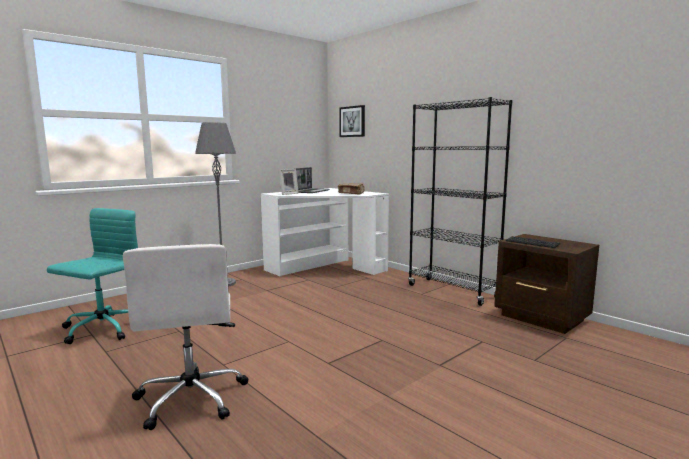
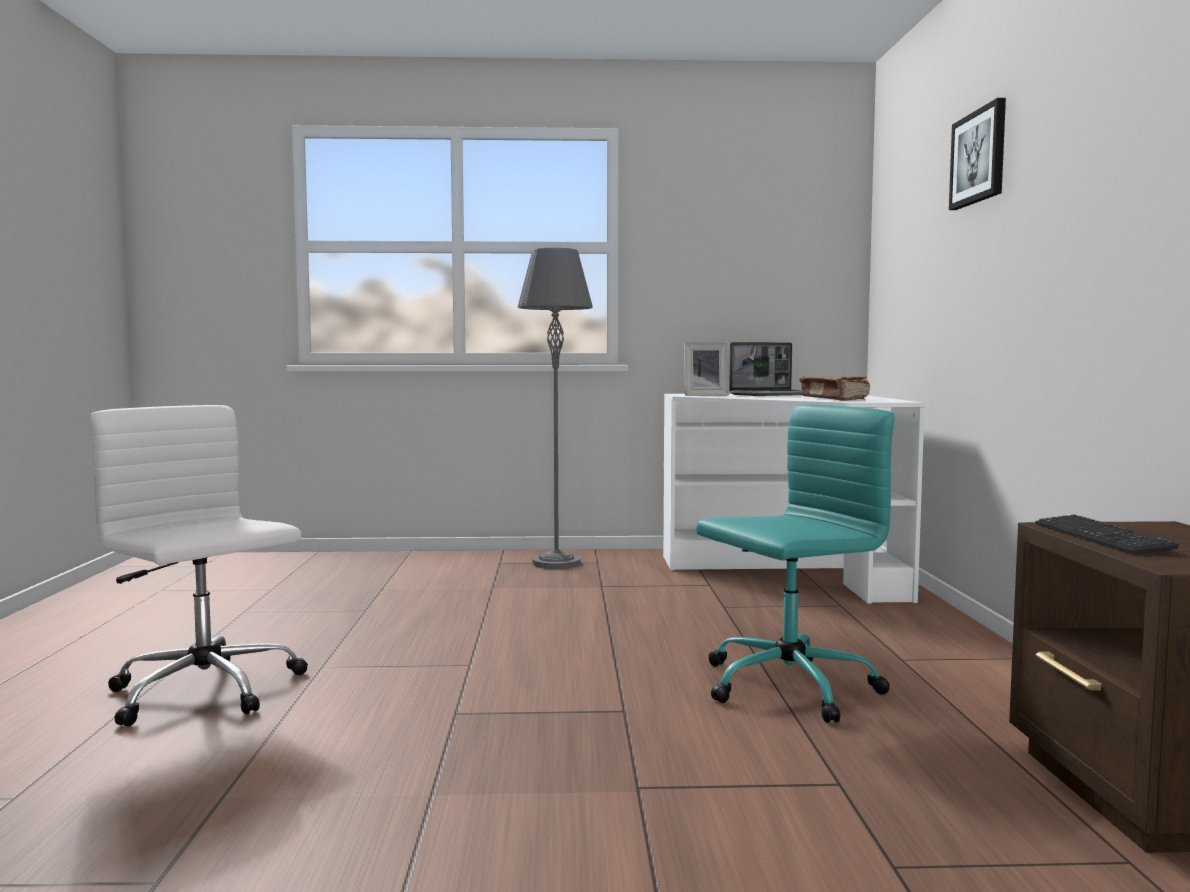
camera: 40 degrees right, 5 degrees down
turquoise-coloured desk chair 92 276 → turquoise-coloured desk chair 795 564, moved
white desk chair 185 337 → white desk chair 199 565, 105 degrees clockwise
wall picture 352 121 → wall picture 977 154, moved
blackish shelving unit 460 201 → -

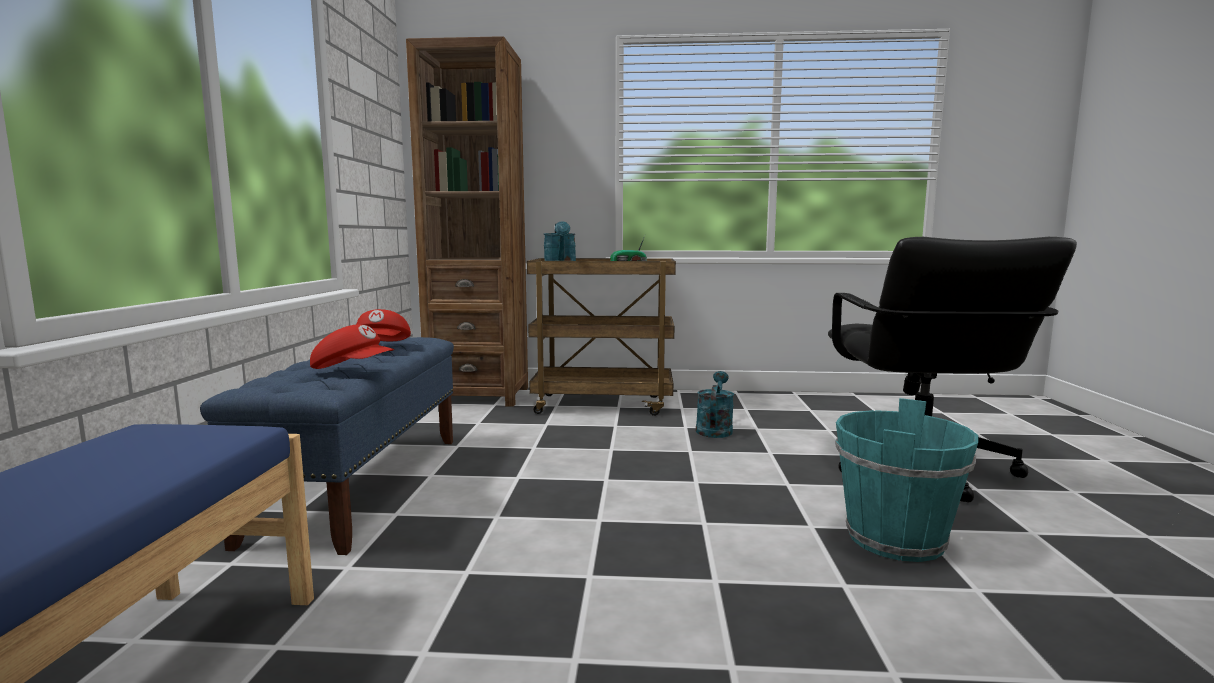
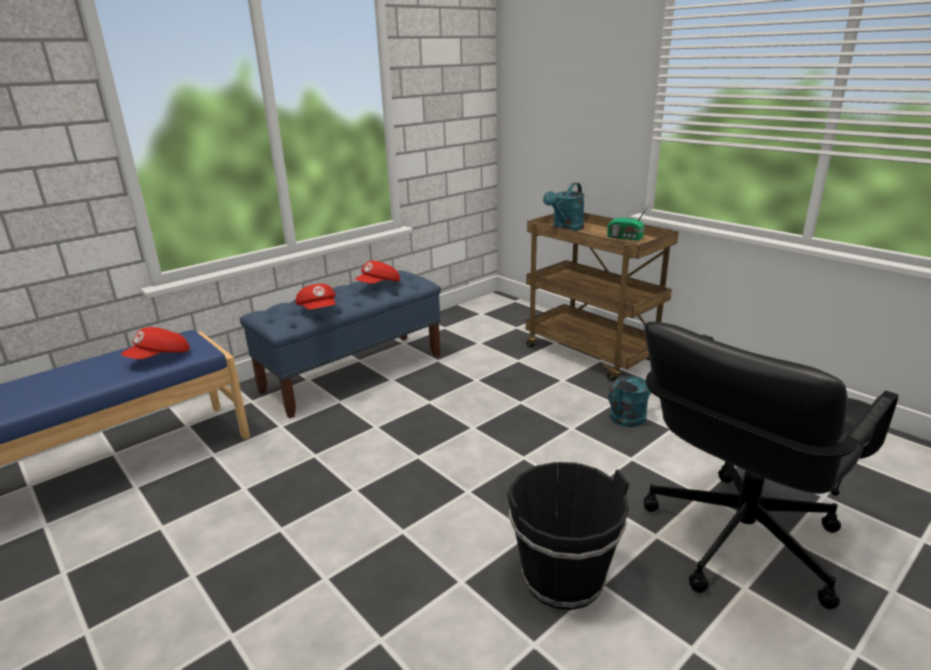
camera: 45 degrees right, 15 degrees up
brown shelving unit 467 221 → -
turquoise-coloured pail 907 480 → blackish pail 568 536
- → red baseball cap 155 343

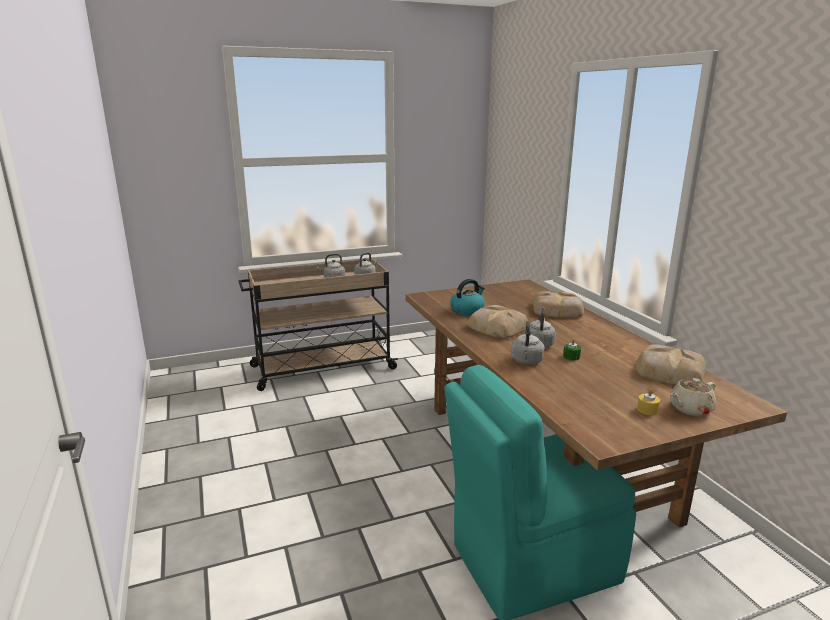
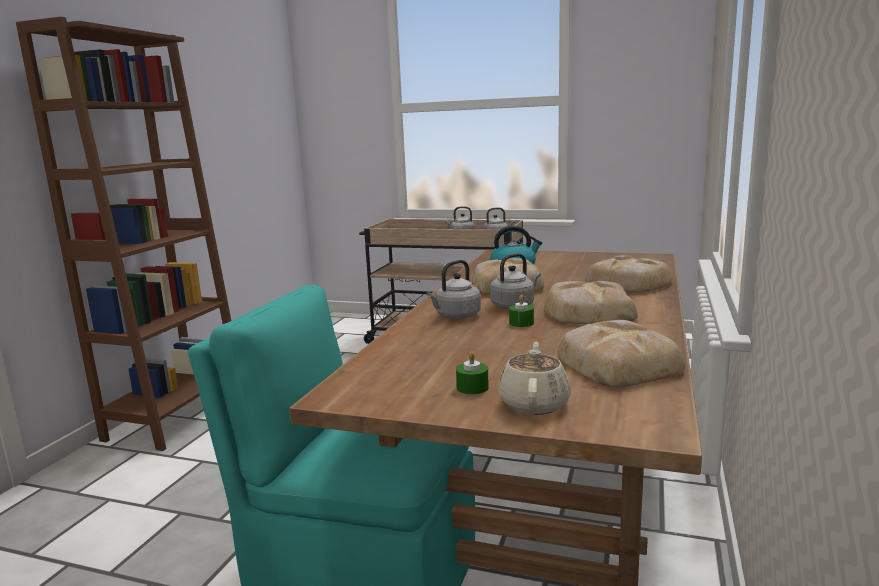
camera: 40 degrees right, 5 degrees down
yellow-coloured wax candle 648 402 → green-coloured wax candle 472 373
beige-coloured teapot 693 397 → beige-coloured teapot 534 378, 90 degrees clockwise
- → brown shelving unit 123 234
- → bread 591 302

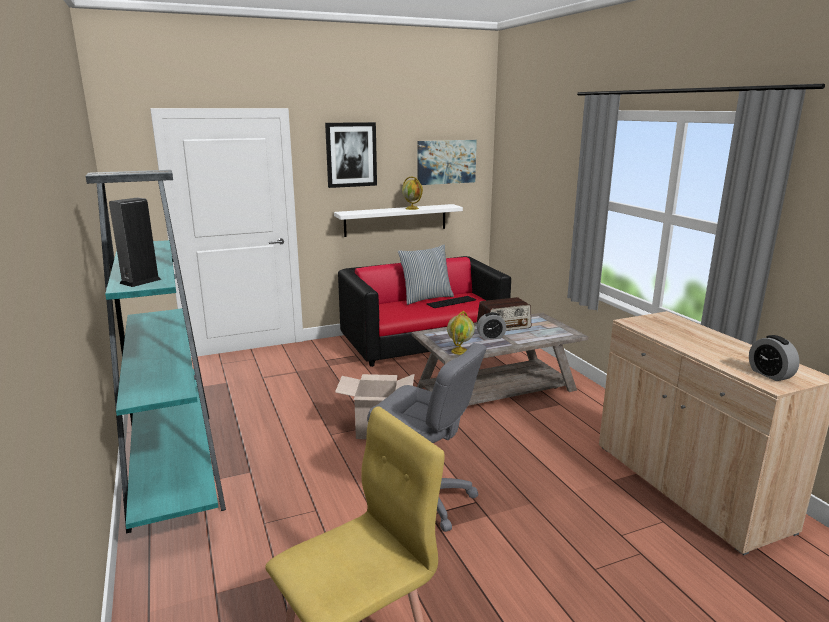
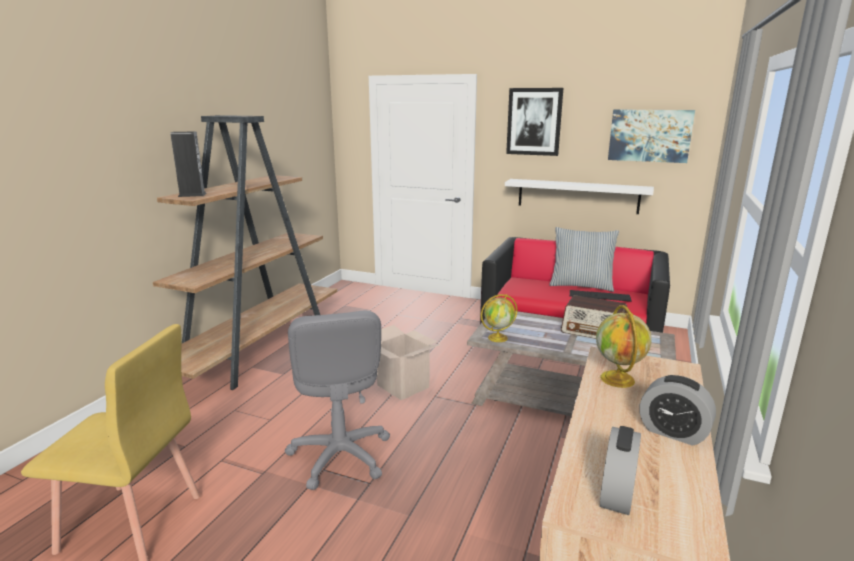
camera: 45 degrees right, 0 degrees up
turquoise-coloured shelving unit 156 352 → brown shelving unit 245 252
globe 412 193 → globe 624 346, moved
alarm clock 491 326 → alarm clock 677 410, moved

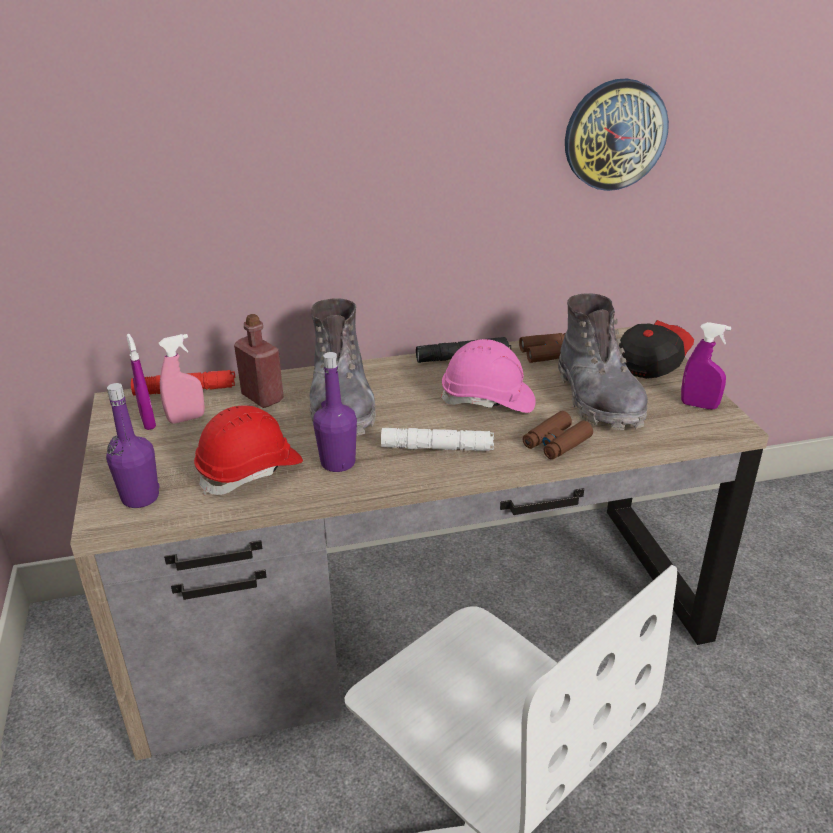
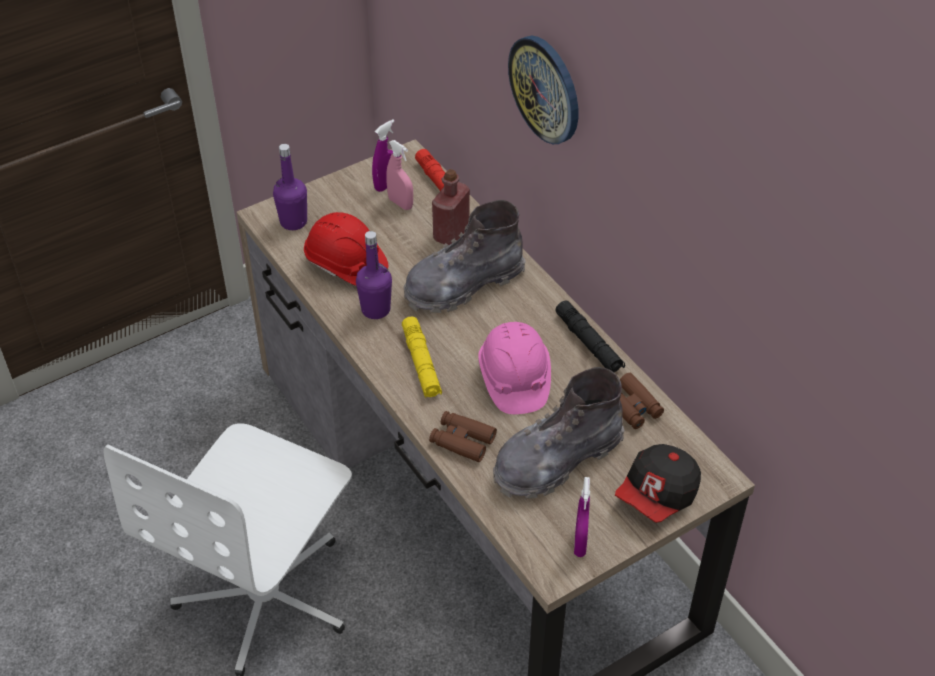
camera: 70 degrees right, 15 degrees up
white hand torch 437 439 → yellow-coloured hand torch 422 357
clock on the wall 617 134 → clock on the wall 543 90, moved
baseball cap 656 349 → baseball cap 658 483, 105 degrees clockwise

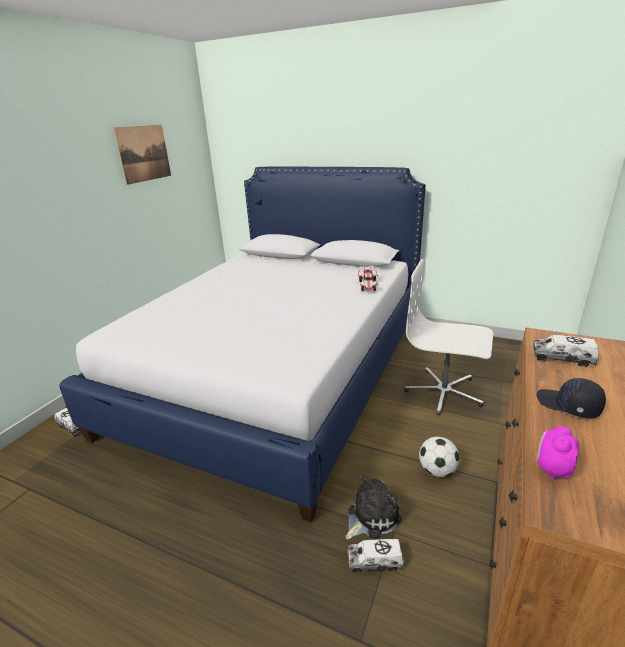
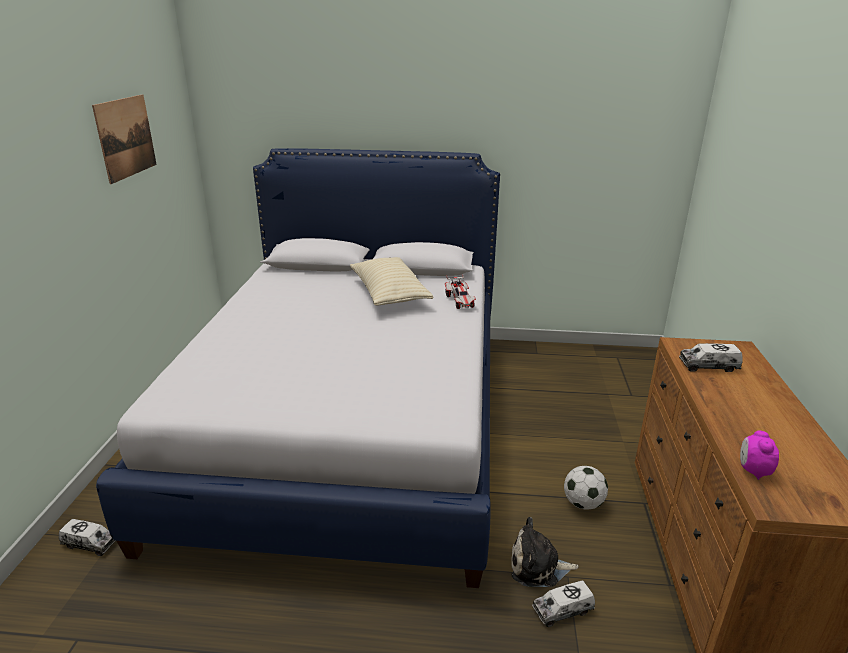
camera: 20 degrees left, 0 degrees up
soft toy 374 507 → soft toy 545 552, 120 degrees counterclockwise
white desk chair 448 337 → -
blackish baseball cap 571 398 → -
- → beige-coloured cushion 392 281

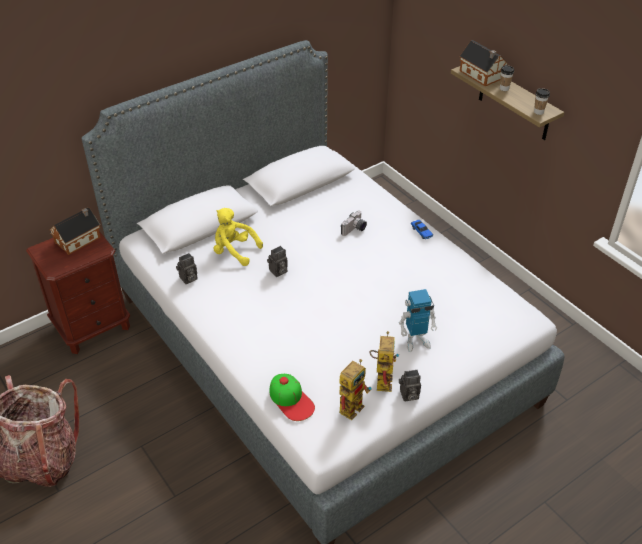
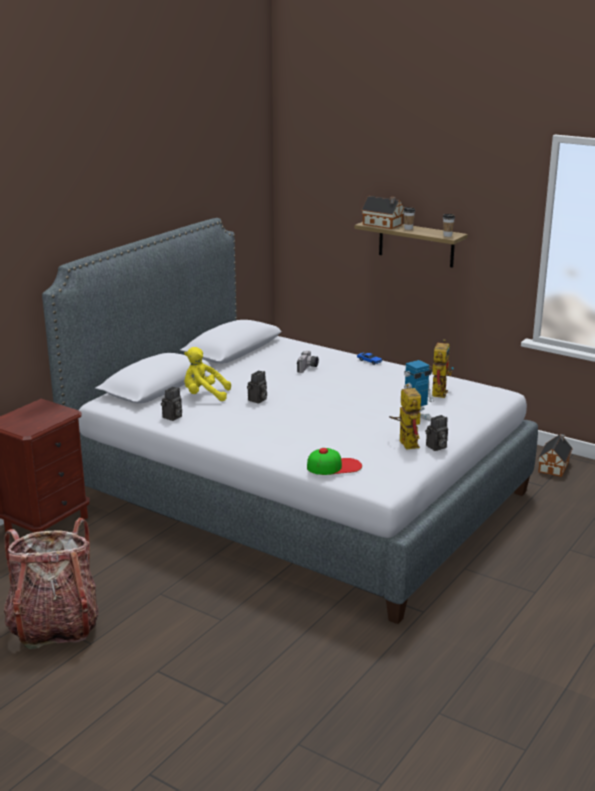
camera: 20 degrees left, 20 degrees down
miniature house 75 231 → miniature house 555 455, moved
baseball cap 292 397 → baseball cap 334 461, 45 degrees counterclockwise
robot figure 355 389 → robot figure 442 368, moved

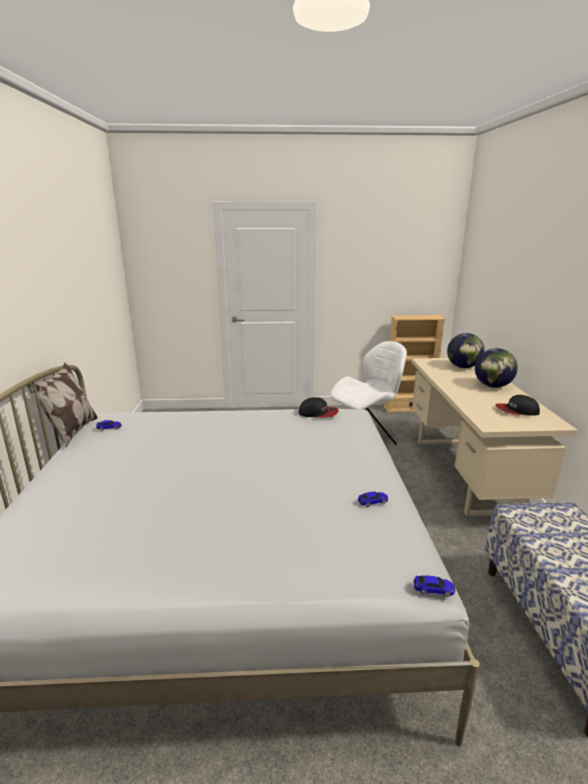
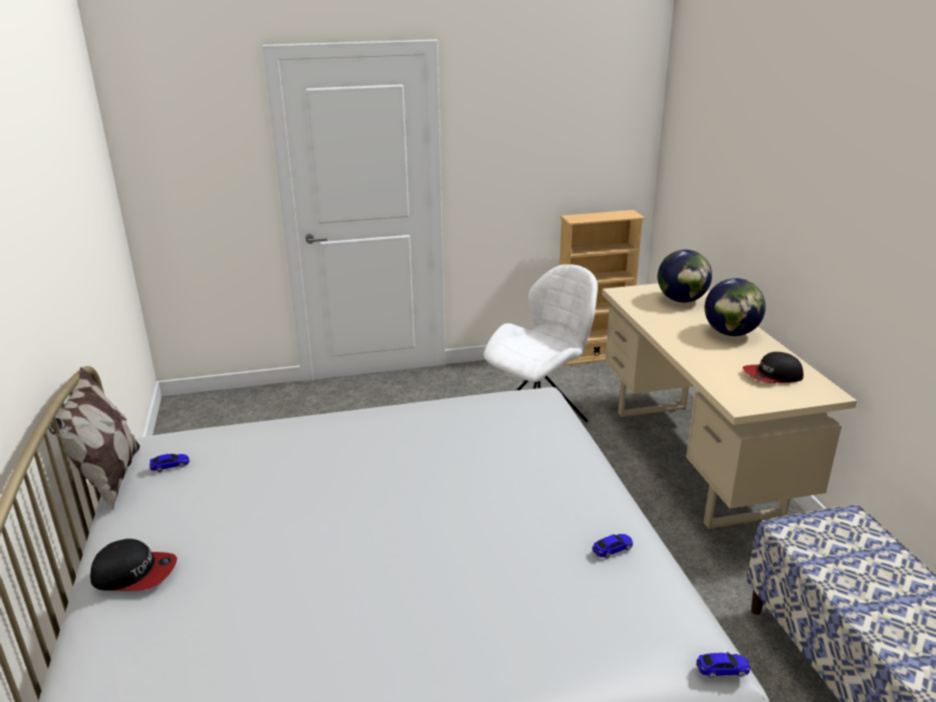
camera: 10 degrees left, 5 degrees up
baseball cap 319 407 → baseball cap 133 565, moved

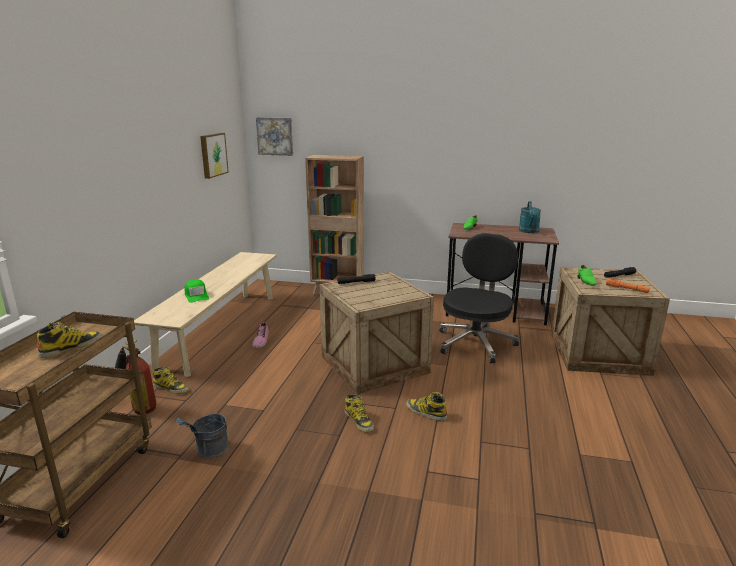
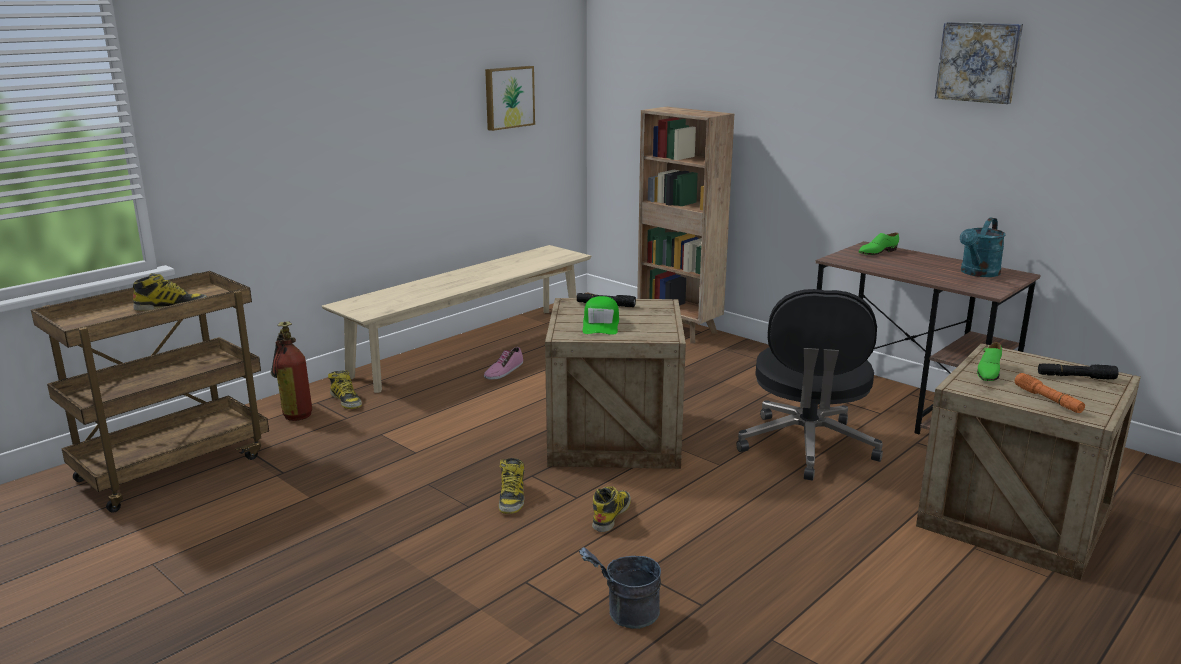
camera: 30 degrees right, 0 degrees up
greyish pail 202 435 → greyish pail 620 588, moved
green-coloured baseball cap 196 291 → green-coloured baseball cap 600 315, moved
wall picture 274 136 → wall picture 979 63, moved
boot 426 406 → boot 611 509, 45 degrees clockwise
blackish desk chair 479 298 → blackish desk chair 809 385, 135 degrees clockwise

